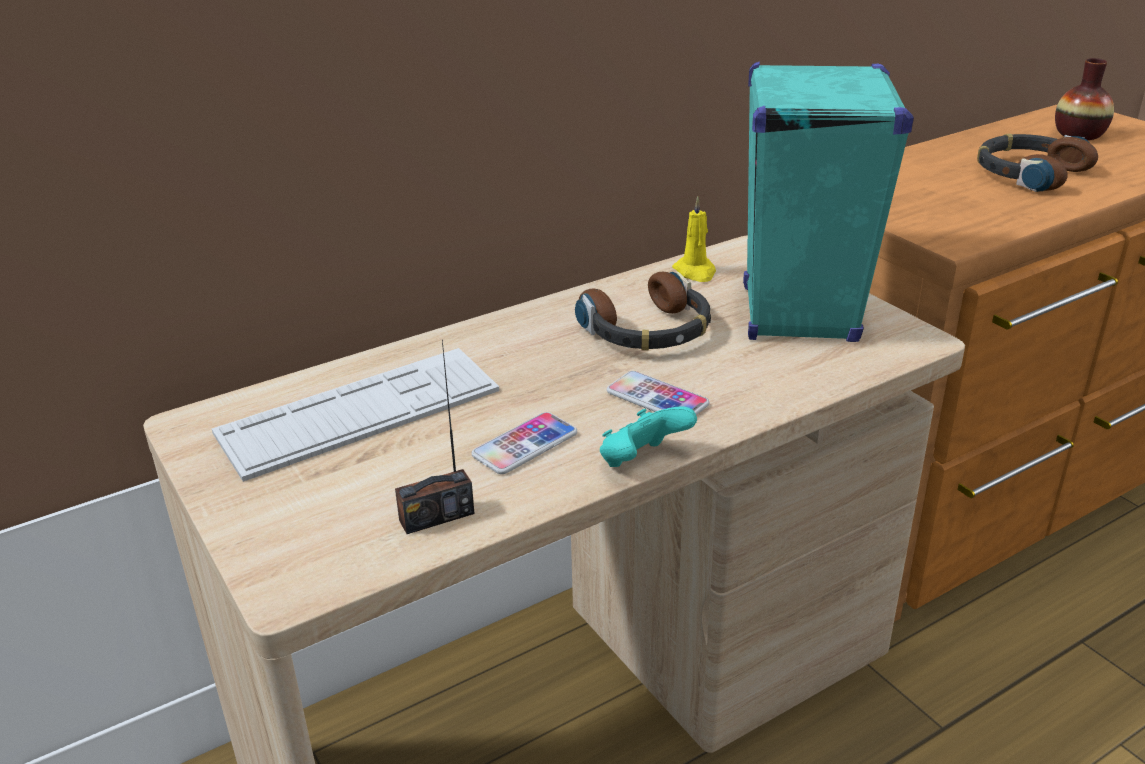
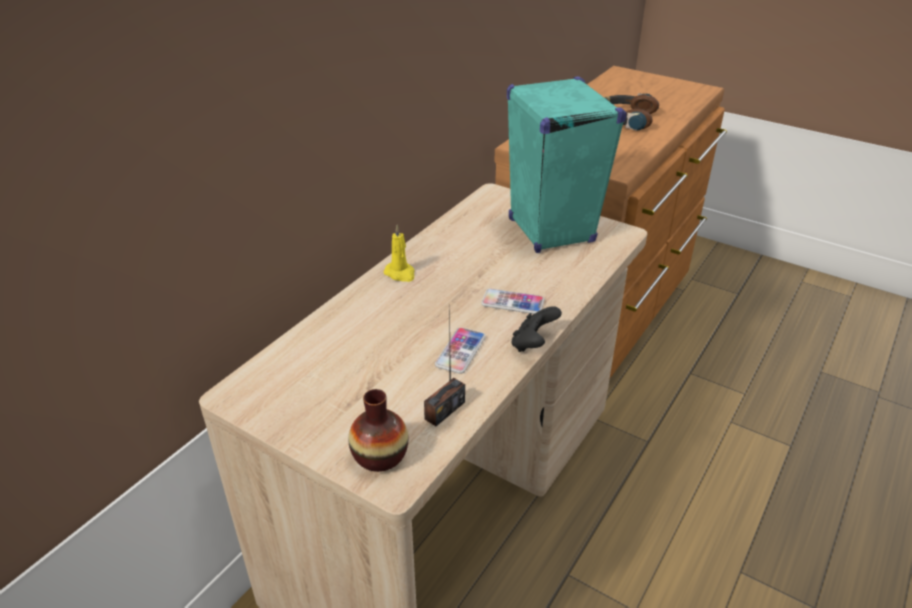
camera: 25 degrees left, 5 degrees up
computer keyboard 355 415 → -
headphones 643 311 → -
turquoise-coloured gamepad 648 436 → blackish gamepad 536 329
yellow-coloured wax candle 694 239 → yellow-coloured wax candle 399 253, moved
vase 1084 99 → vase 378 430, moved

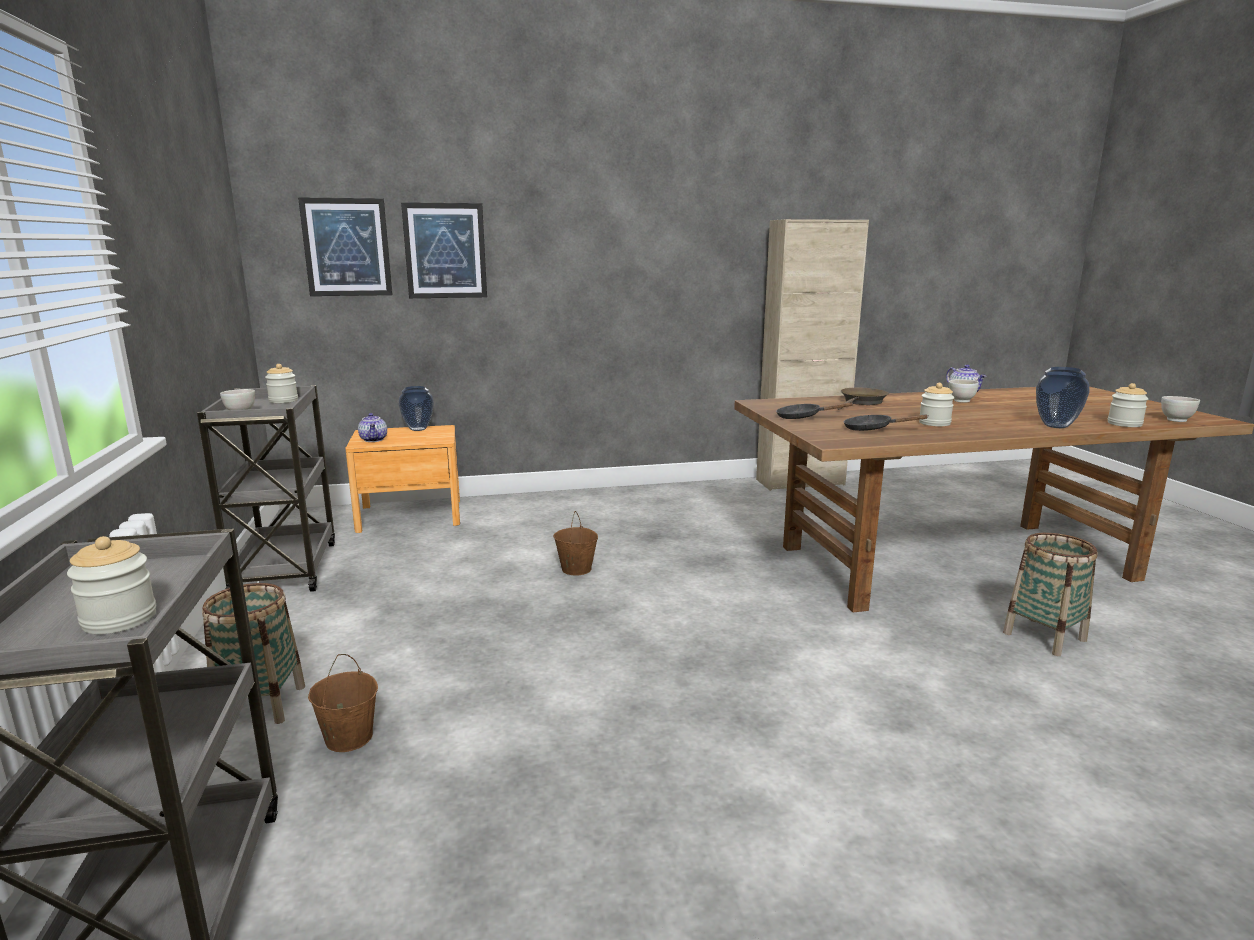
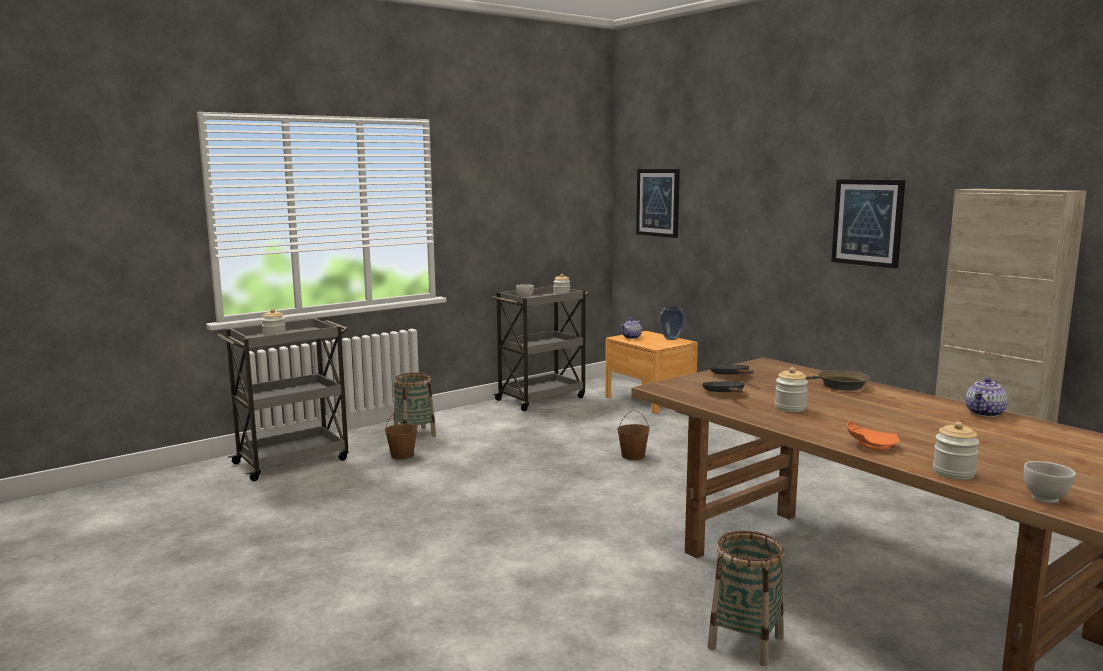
camera: 65 degrees right, 5 degrees down
wall picture 444 250 → wall picture 868 224, moved
white deep dish 964 391 → -
vase 1063 397 → orange-coloured plate 873 435

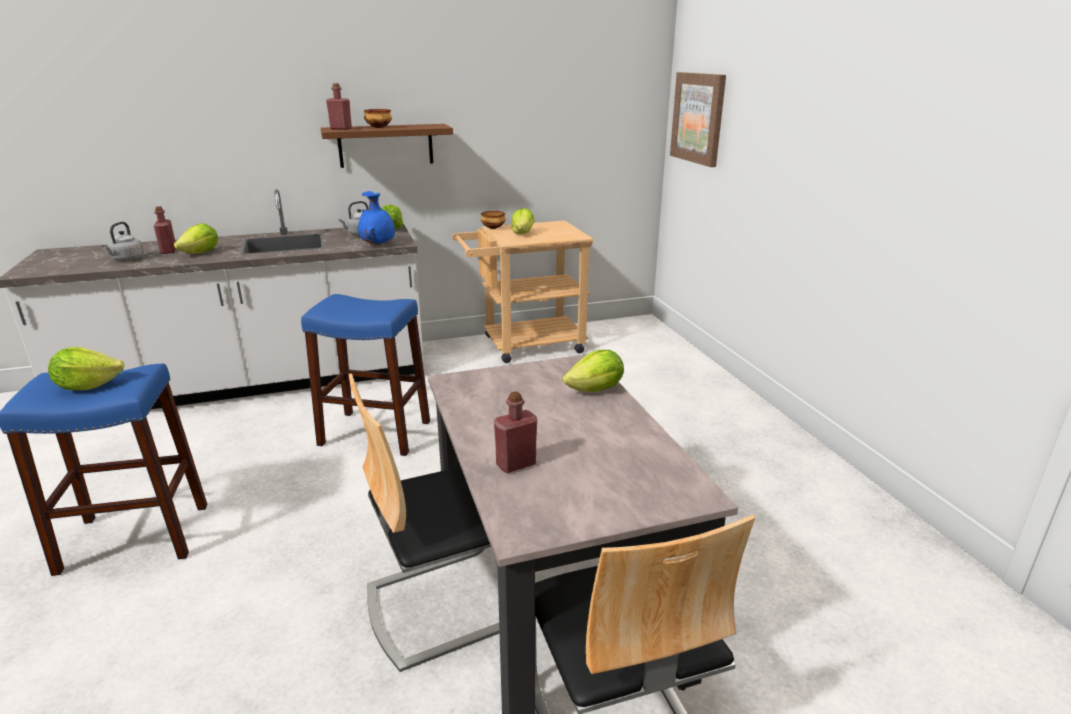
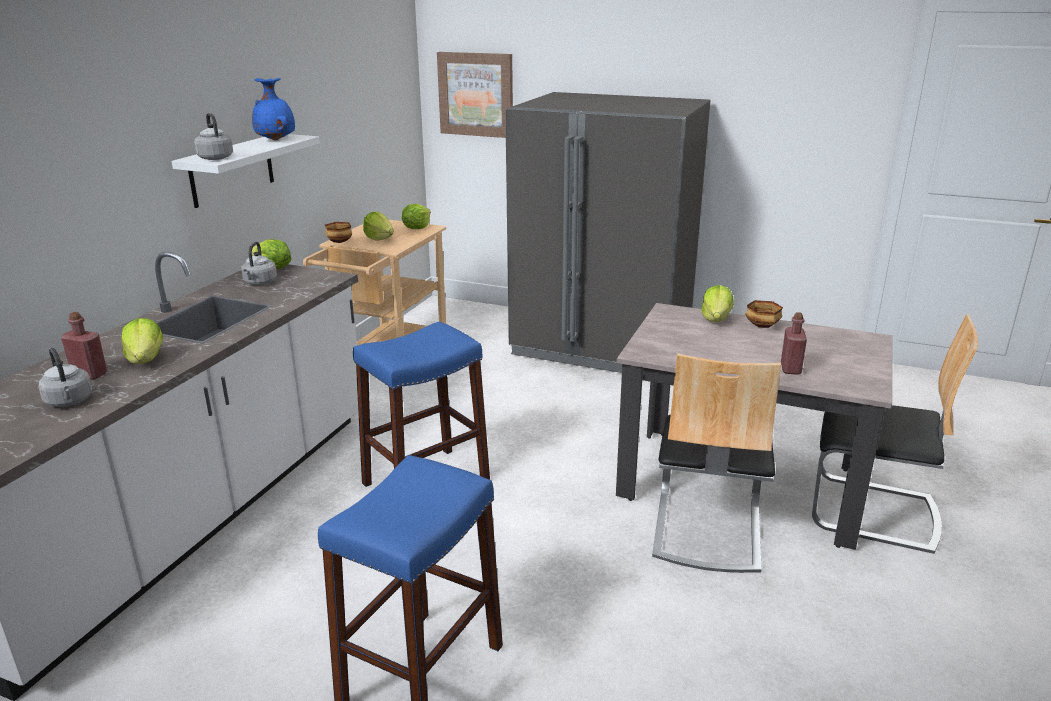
camera: 50 degrees left, 0 degrees up
lettuce head 86 368 → lettuce head 416 216, moved
brown shelf 387 146 → white shelf 245 171
red beverage bottle 339 106 → greyish water kettle 213 136
blue-coloured vase 376 218 → blue-coloured vase 273 109, moved
deep dish 378 118 → deep dish 764 314, moved
- → greyish kitchen fridge 607 232

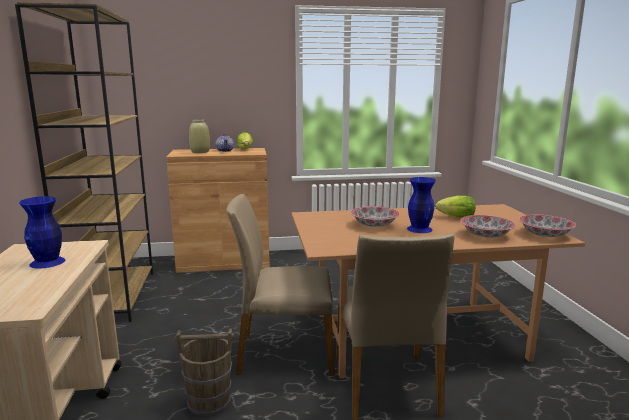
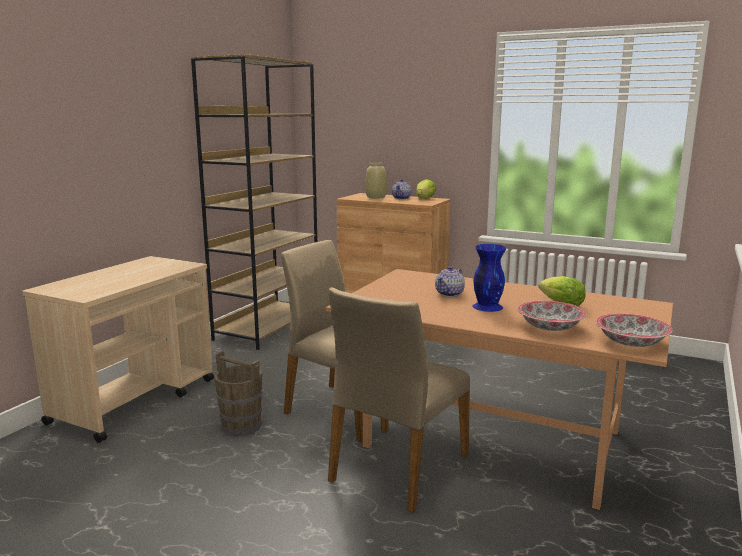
camera: 35 degrees right, 0 degrees up
blue-coloured vase 42 232 → -
deep dish 375 216 → teapot 450 281

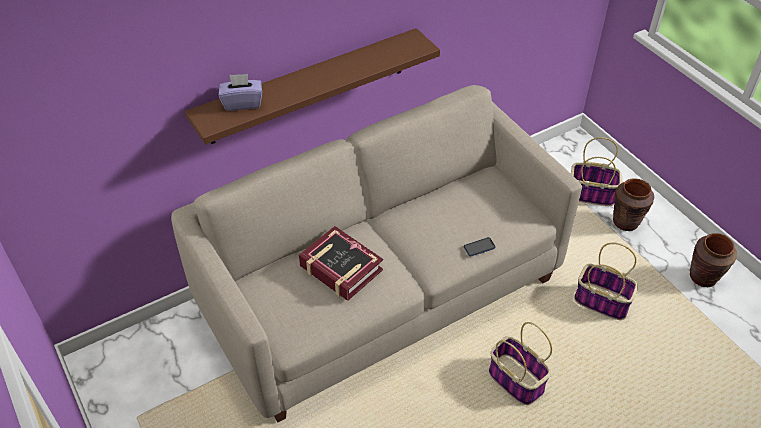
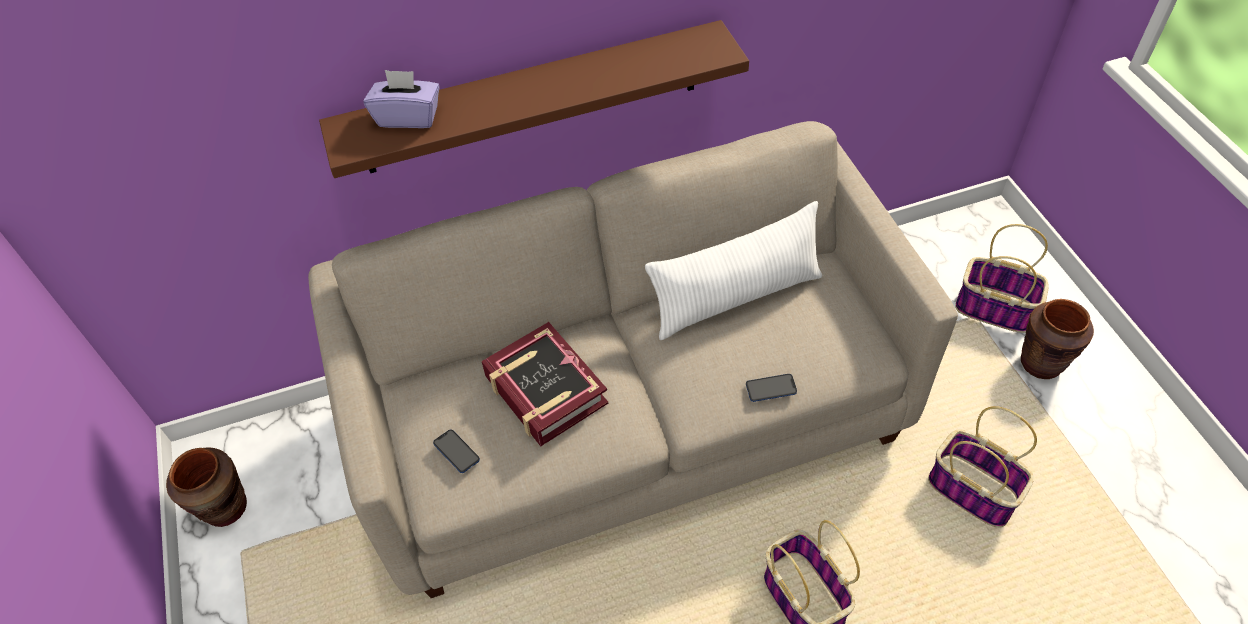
camera: 15 degrees right, 5 degrees up
brown vase 713 260 → brown vase 206 487, moved
- → handset 456 451
- → white cushion 733 270

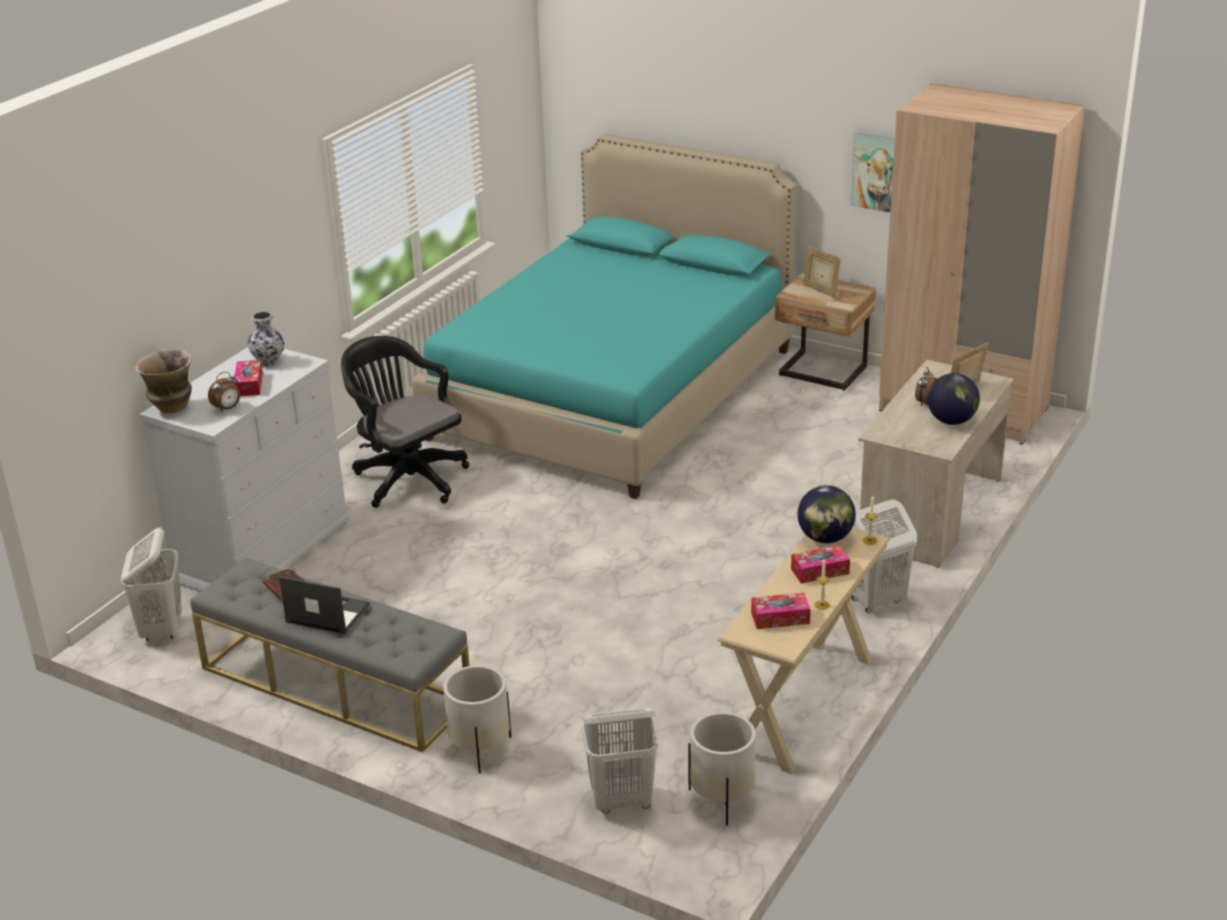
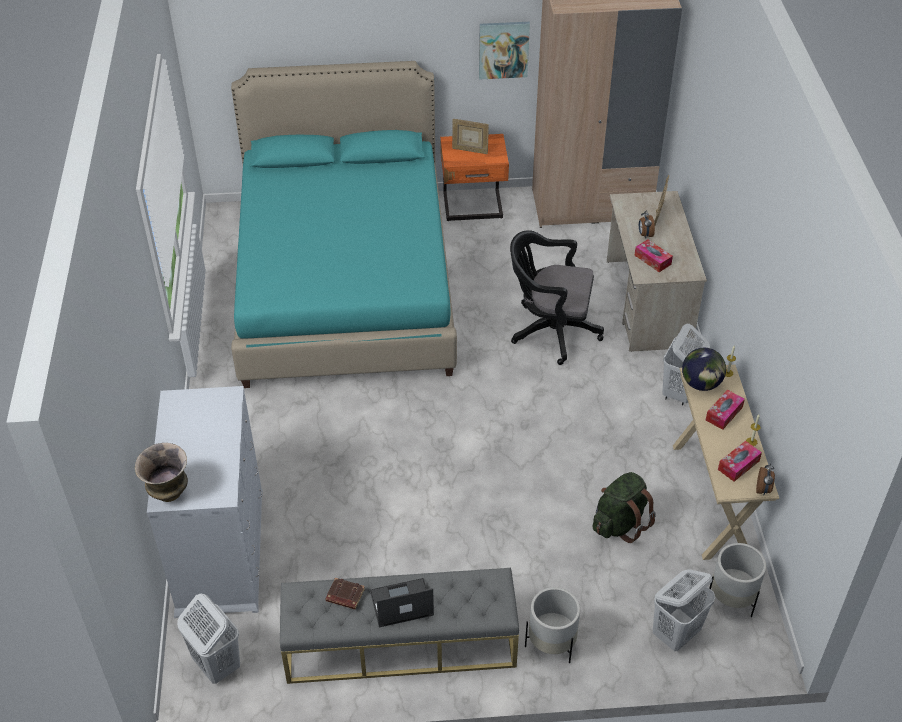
camera: 35 degrees left, 15 degrees up
alarm clock 224 392 → alarm clock 765 479, moved
tissue holder 248 378 → tissue holder 653 255, moved
vase 266 339 → -
blackish desk chair 405 422 → blackish desk chair 557 297, moved
beige-coloured bedside table 825 332 → orange-coloured bedside table 474 177
globe 953 399 → -
- → green-coloured backpack 624 507

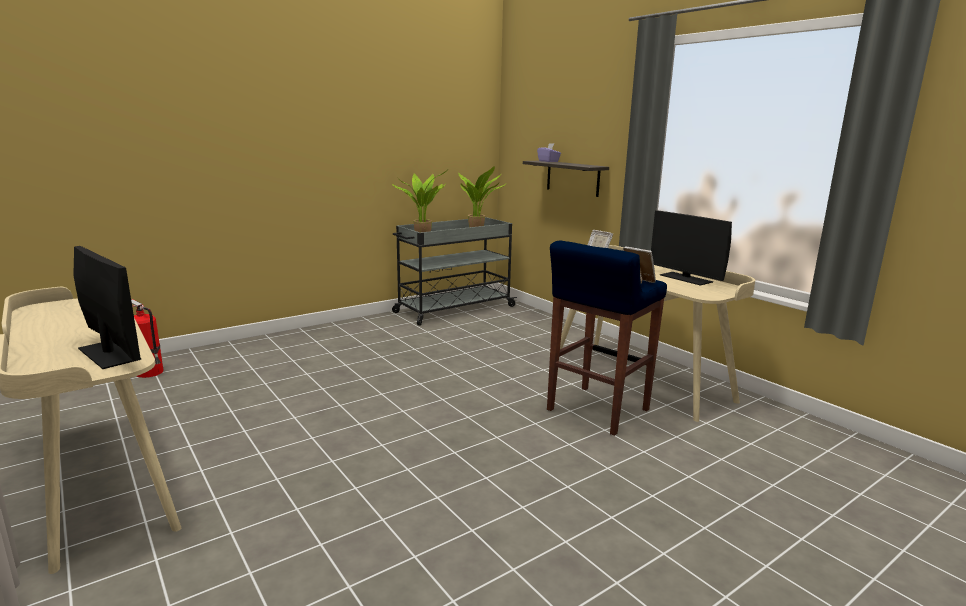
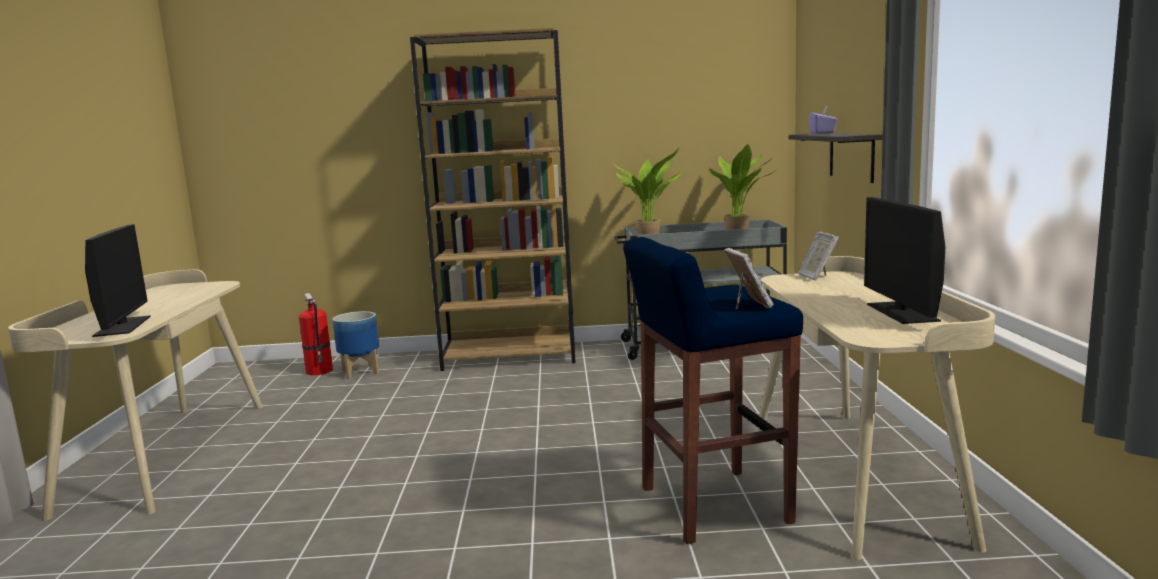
camera: 35 degrees right, 5 degrees down
- → planter 355 345
- → brown shelving unit 493 199

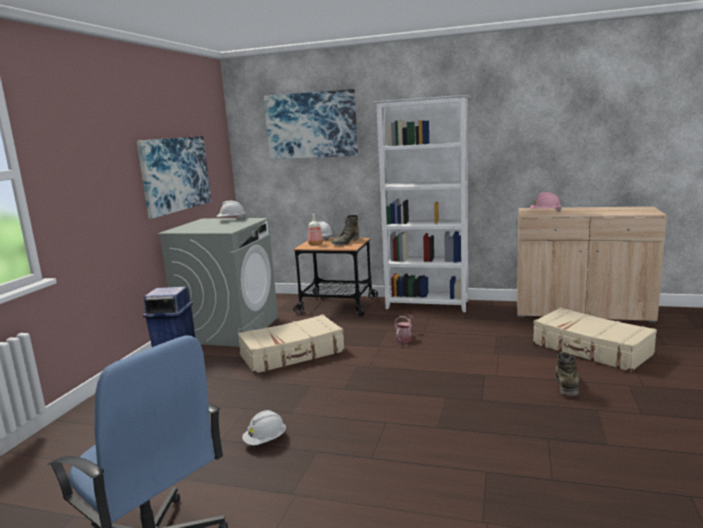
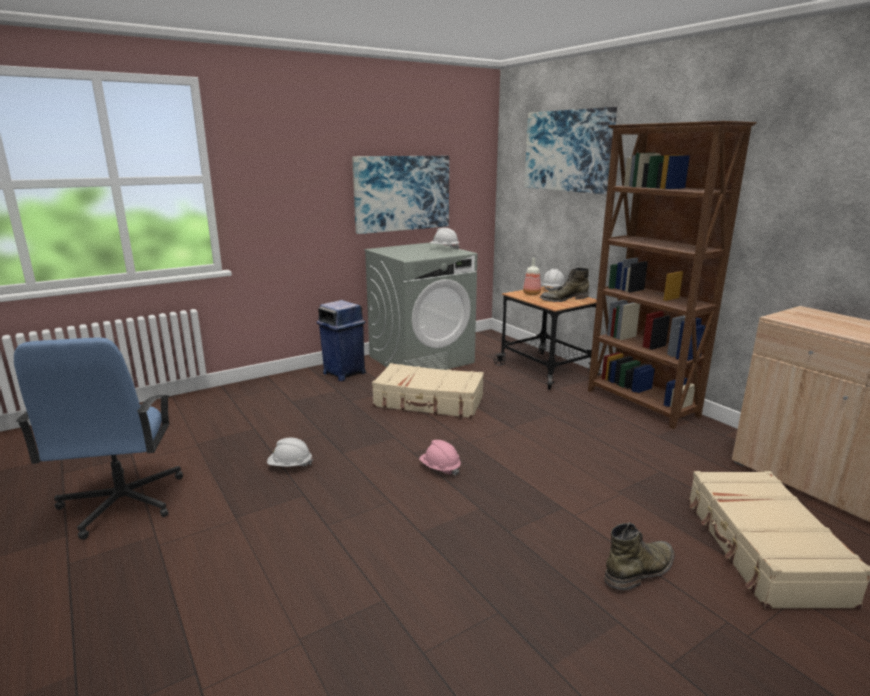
camera: 40 degrees right, 5 degrees up
white shelving unit 422 203 → brown shelving unit 672 275
sprinkling can 404 329 → -
pink work helmet 545 202 → pink work helmet 440 458, moved

